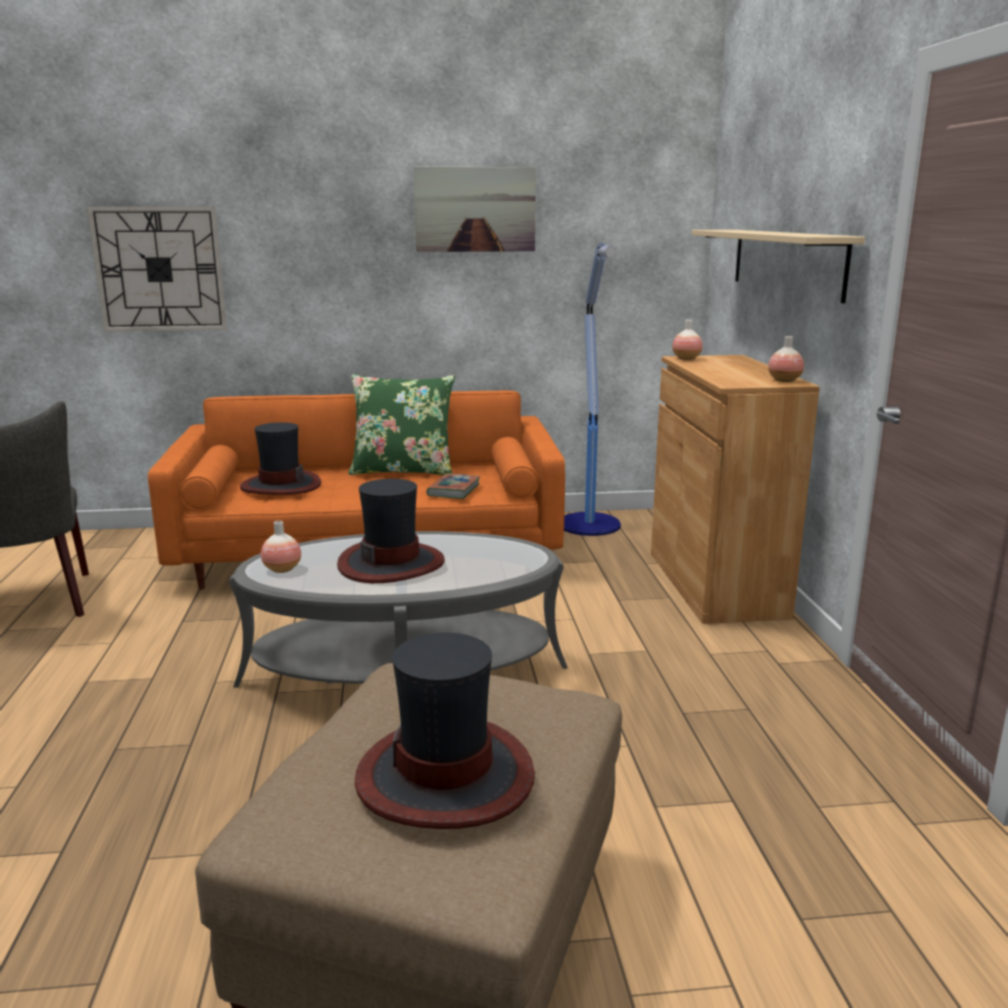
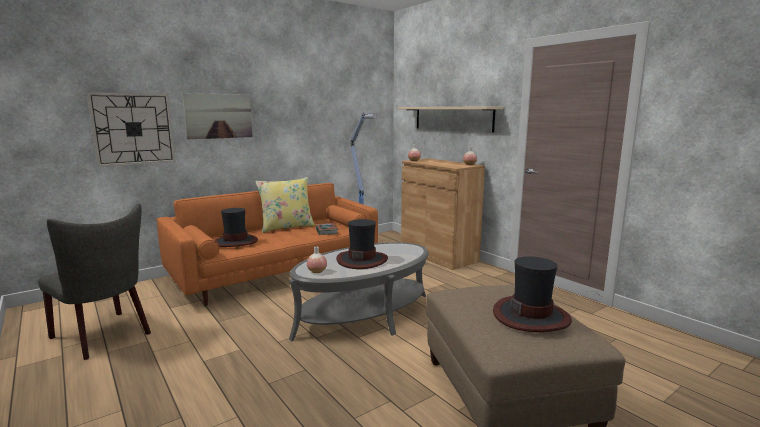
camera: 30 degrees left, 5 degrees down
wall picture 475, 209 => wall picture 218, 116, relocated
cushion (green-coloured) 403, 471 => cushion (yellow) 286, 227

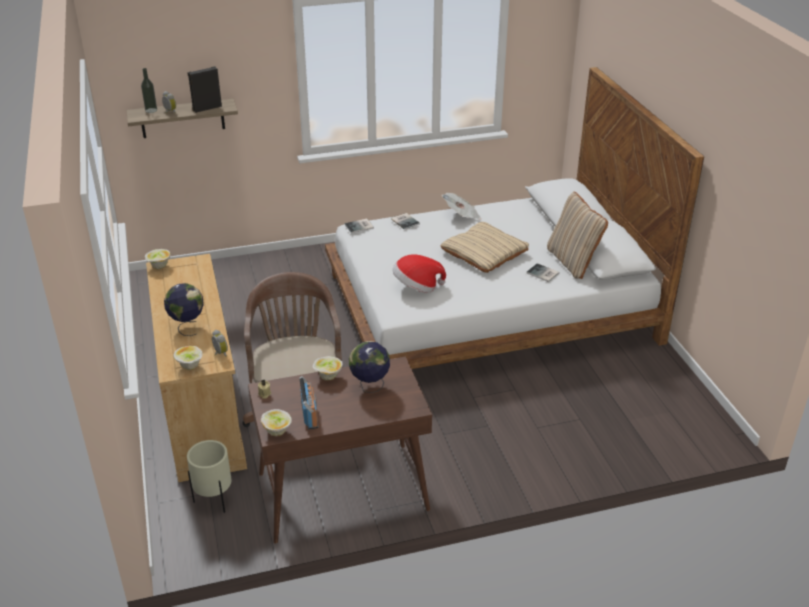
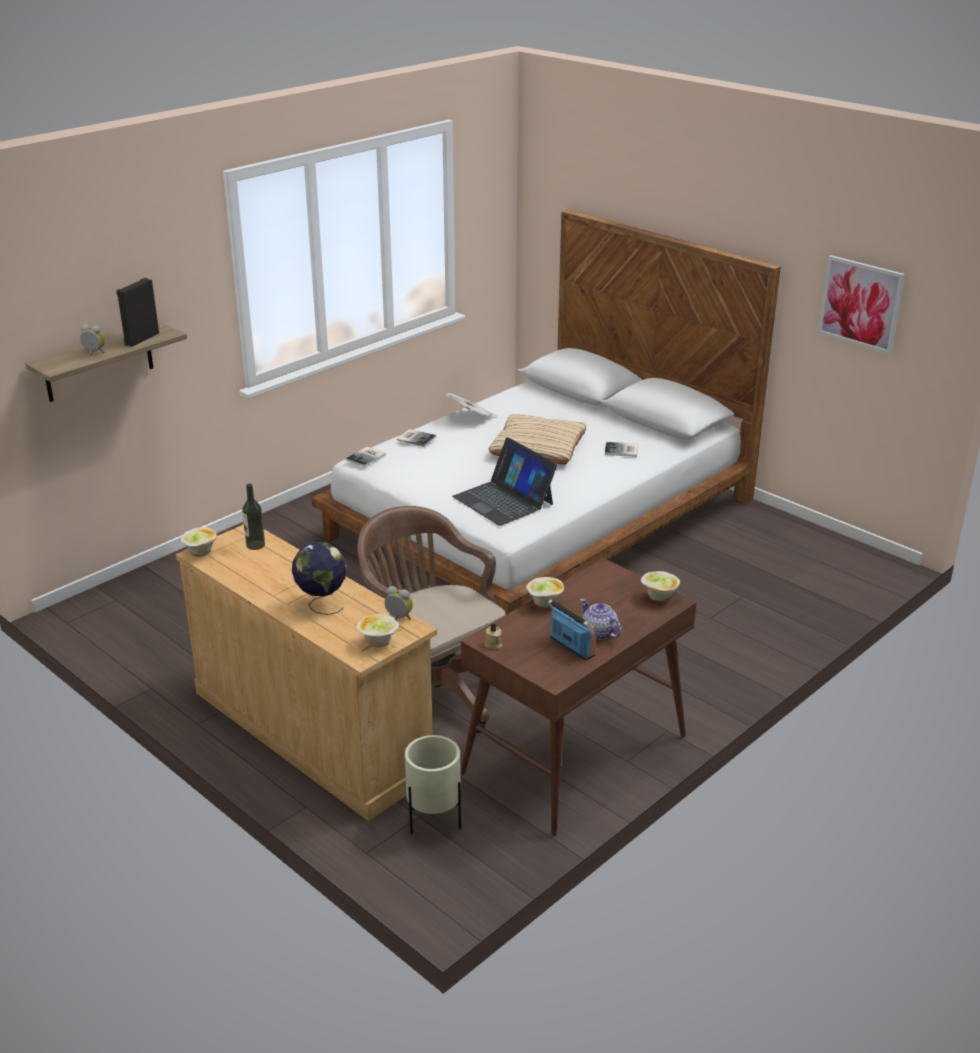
camera: 30 degrees left, 5 degrees down
drink bottle 151, 110 => drink bottle 255, 545, relocated
clothing hat 417, 287 => portable computer 503, 500
nothing => teapot 598, 633
serving bowl 277, 431 => serving bowl 658, 597, relocated
nothing => wall picture 861, 303
world globe 370, 386 => nothing
cushion (sand-coloured) 573, 262 => nothing

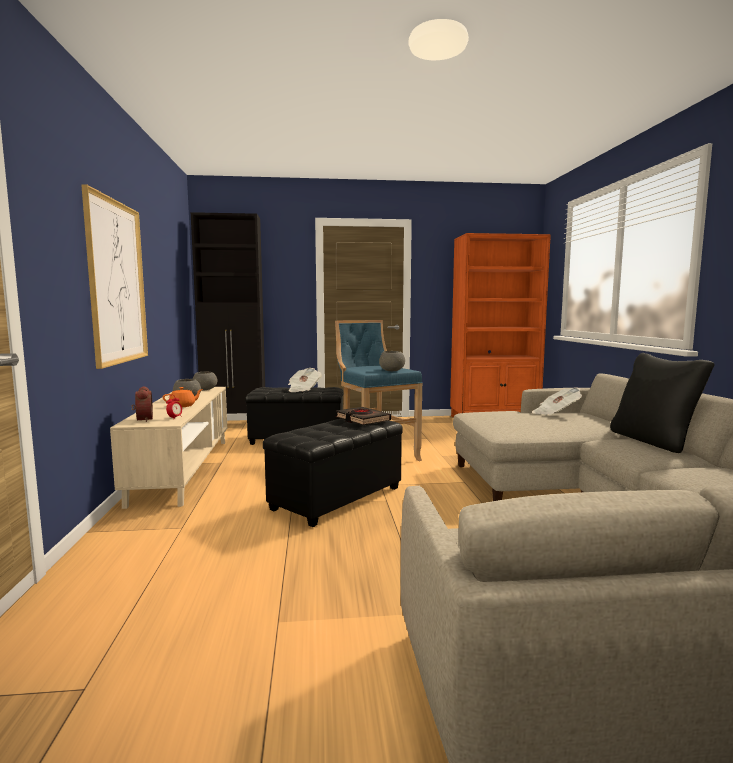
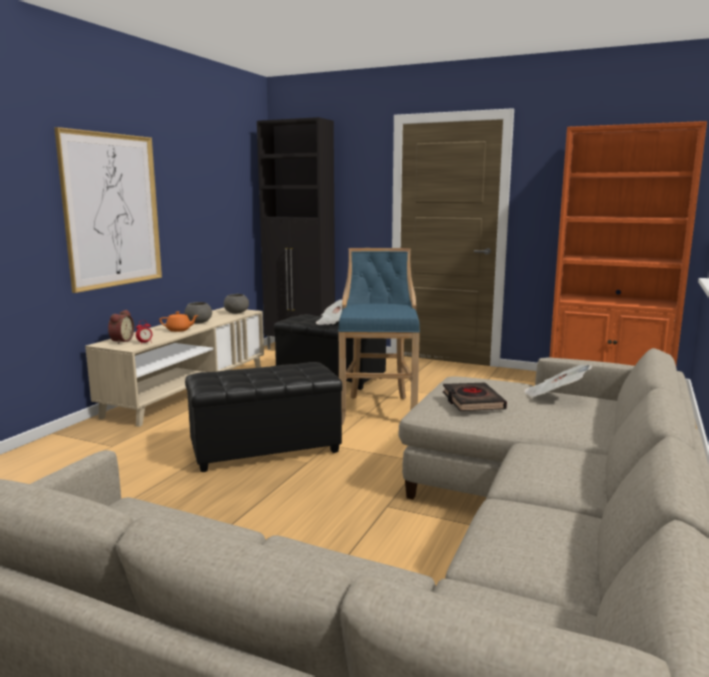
camera: 30 degrees right, 5 degrees up
bound book (blackish) 362, 419 => bound book (blackish) 472, 401, relocated
serving bowl (greyish) 391, 370 => nothing
cushion (blackish) 653, 441 => nothing

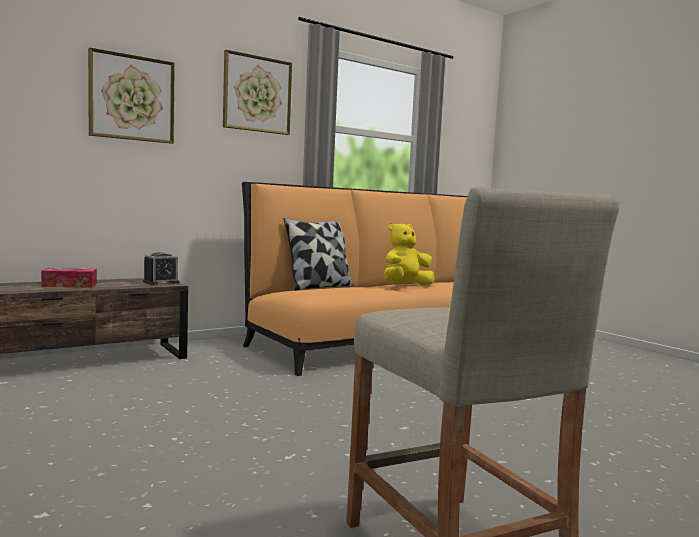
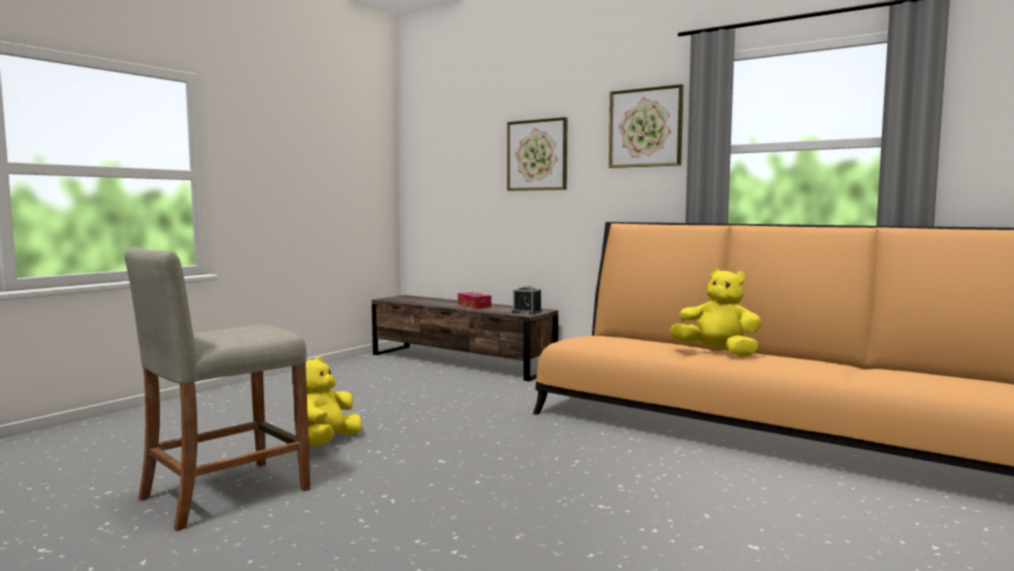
camera: 70 degrees right, 0 degrees up
nothing => soft toy (yellow) 327, 442
cushion 318, 287 => nothing

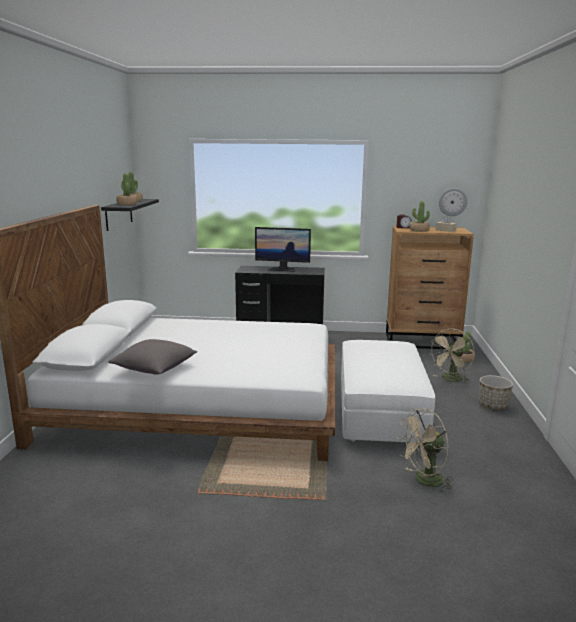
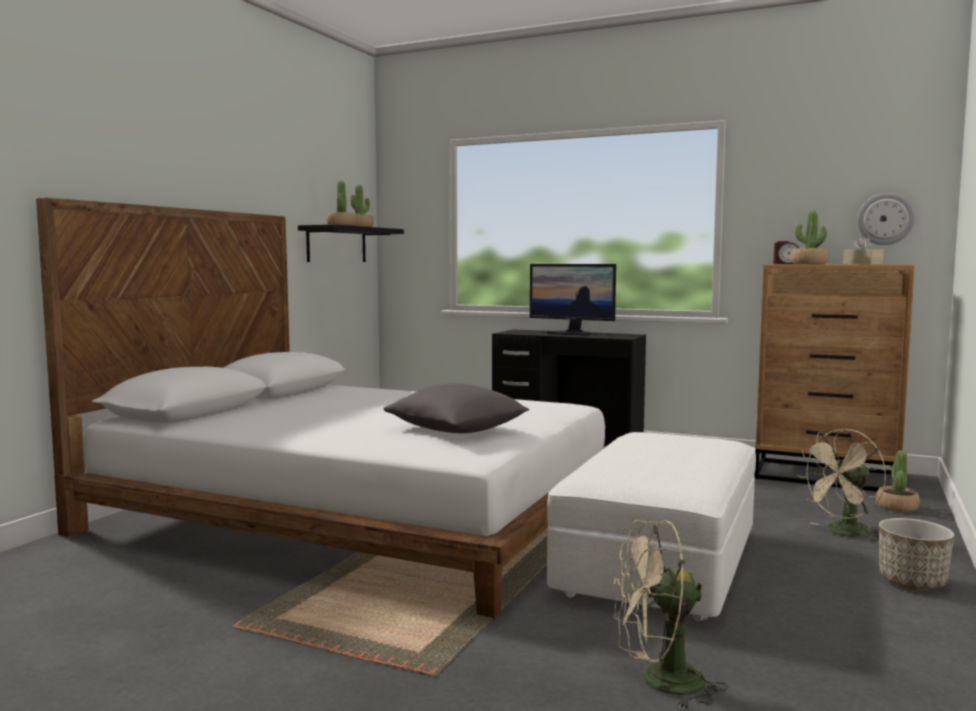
camera: 20 degrees right, 10 degrees down
cushion (greyish) 155, 369 => cushion (greyish) 457, 431, relocated

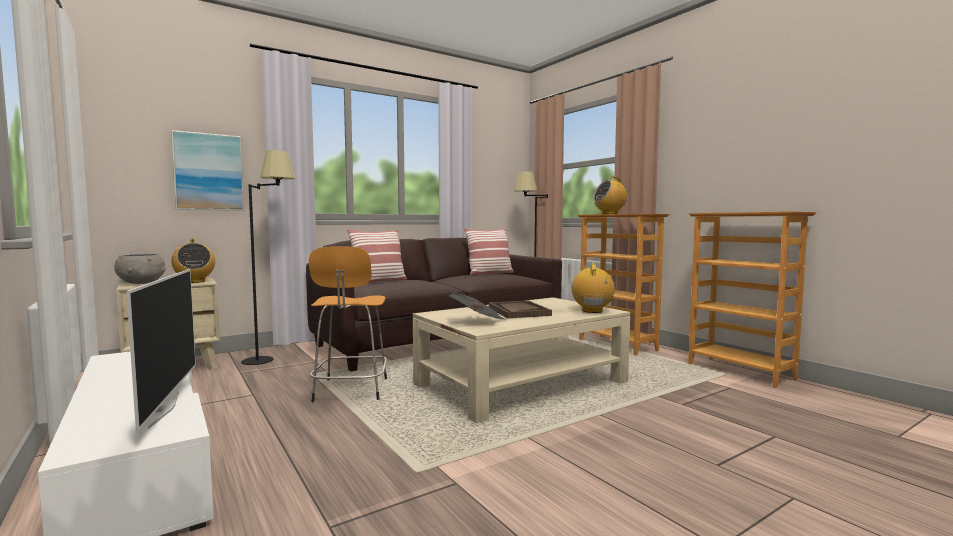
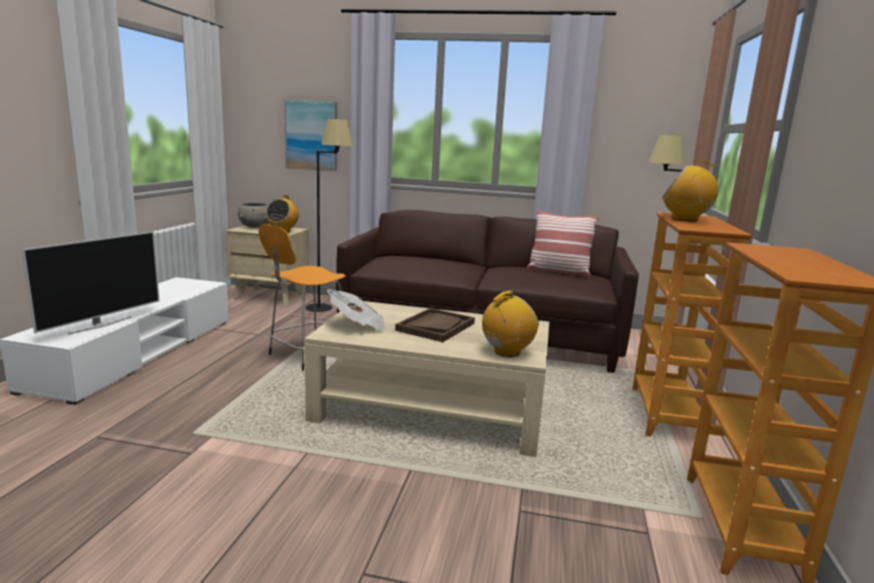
camera: 45 degrees right, 10 degrees up
cushion 378, 281 => nothing

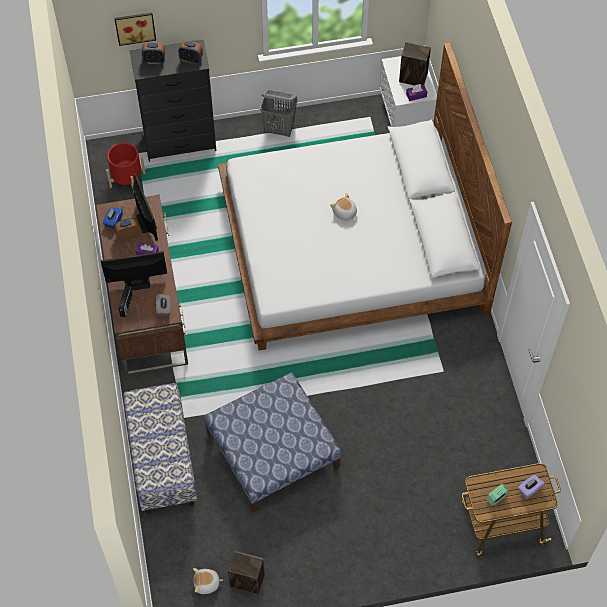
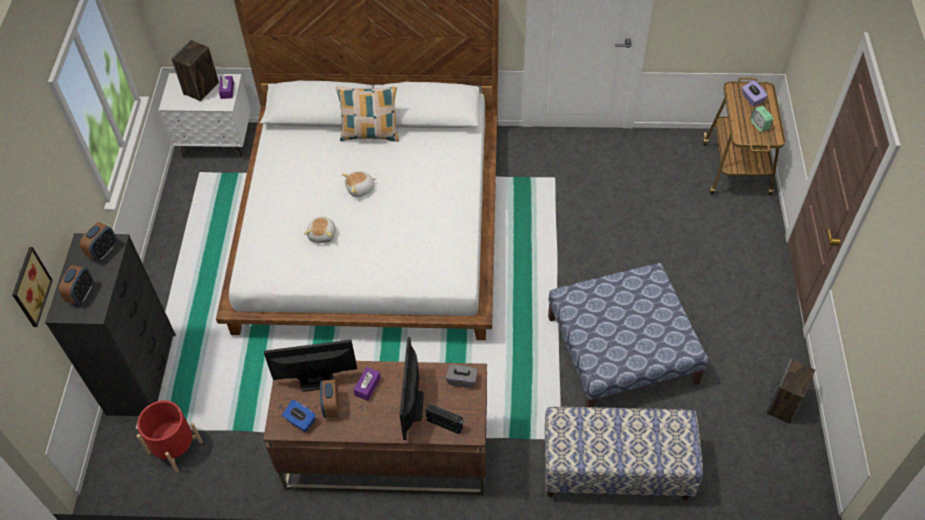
camera: 75 degrees left, 5 degrees down
soft toy 206, 584 => soft toy 323, 234, relocated
nothing => cushion 370, 134
hamper (greyish) 279, 129 => nothing

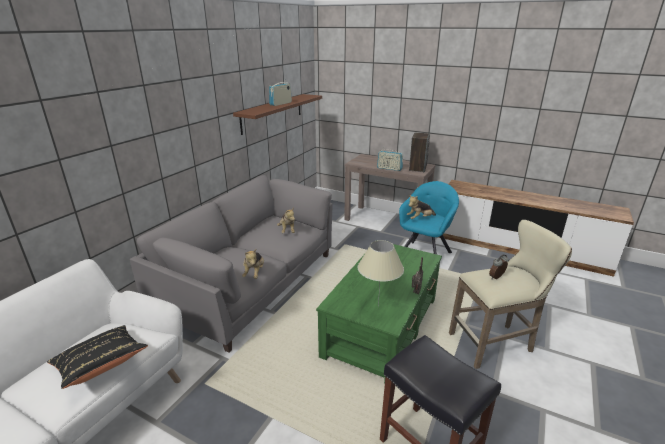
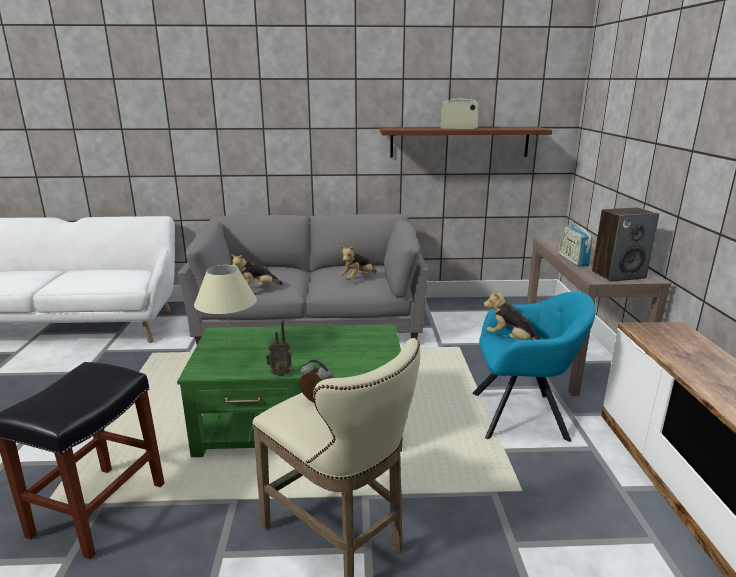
camera: 60 degrees right, 5 degrees down
cushion (blackish) 101, 365 => nothing

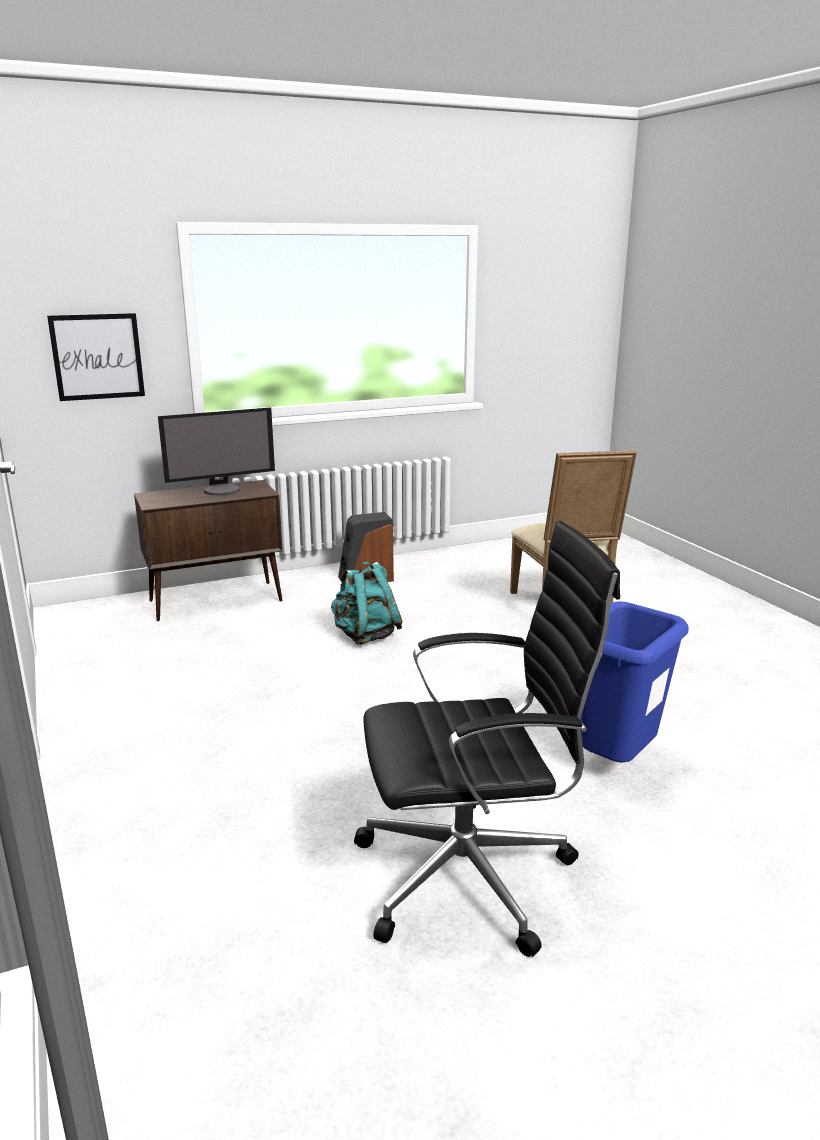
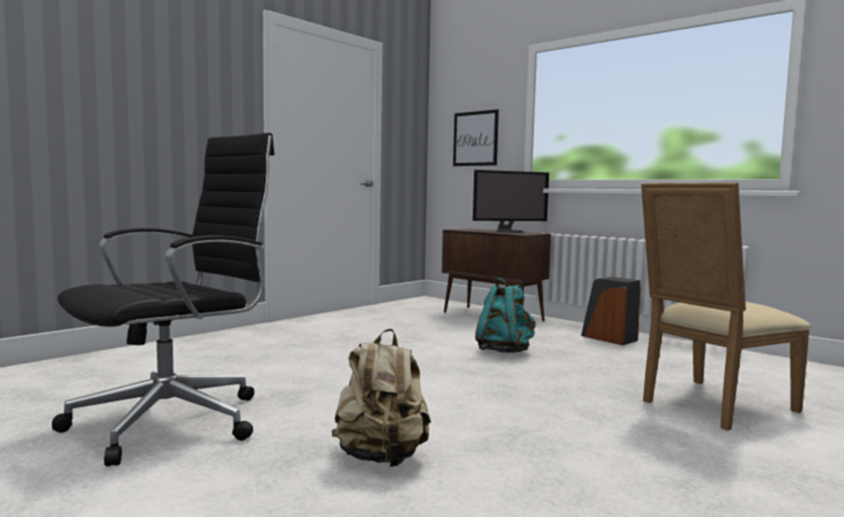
camera: 65 degrees right, 15 degrees down
desk chair (blackish) 472, 875 => desk chair (blackish) 175, 421, 105 degrees counterclockwise
waste bin (blue-coloured) 615, 764 => backpack (sand-coloured) 381, 458
computer display 222, 490 => computer display 509, 231, 60 degrees counterclockwise

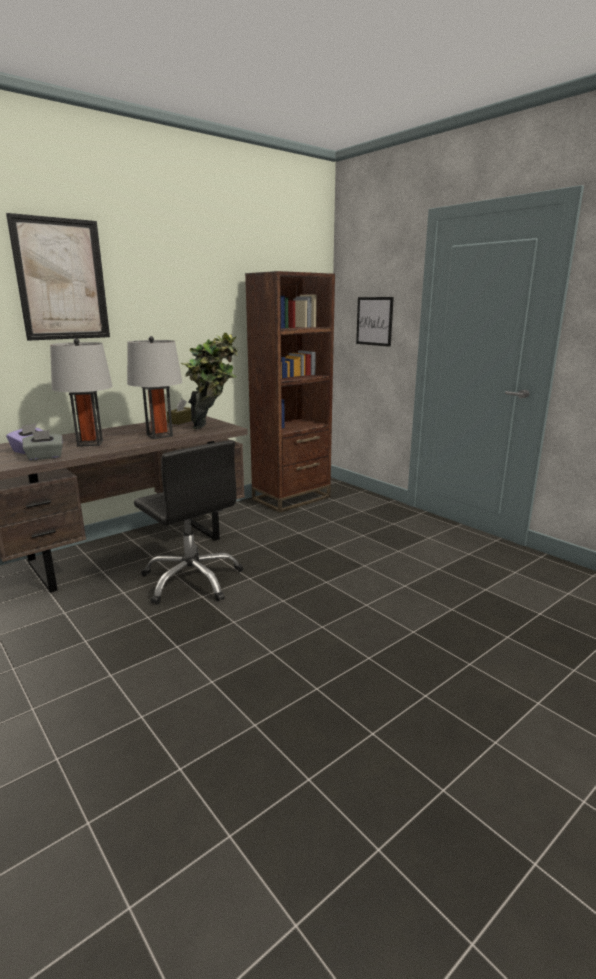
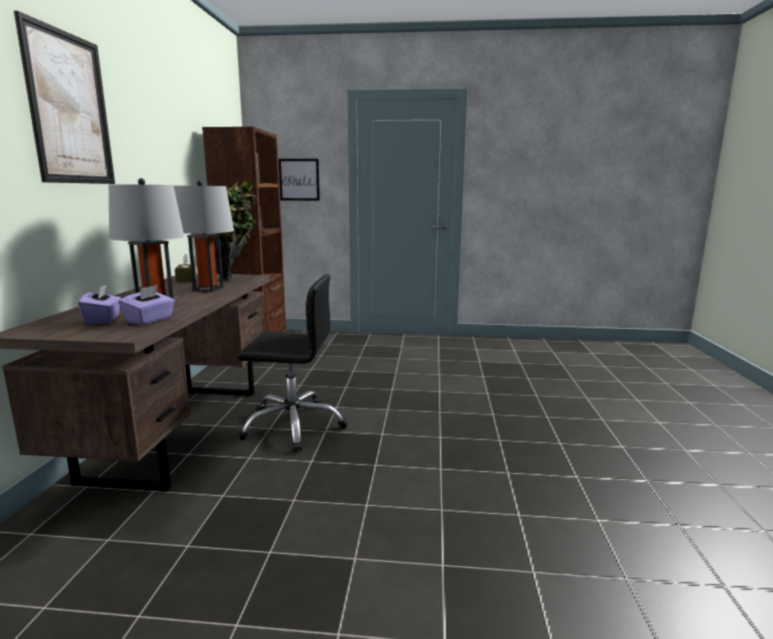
camera: 45 degrees left, 5 degrees down
box of tissues (greyish) 45, 457 => box of tissues (purplish) 150, 320

